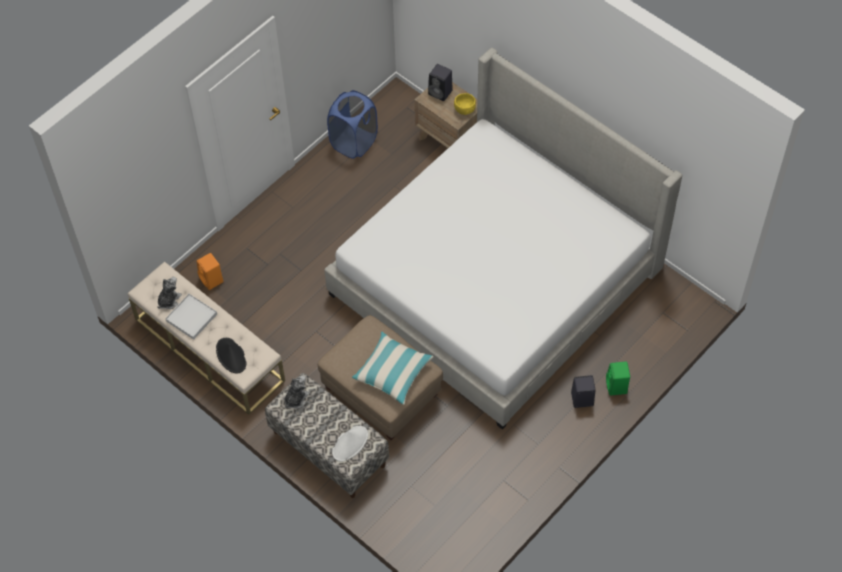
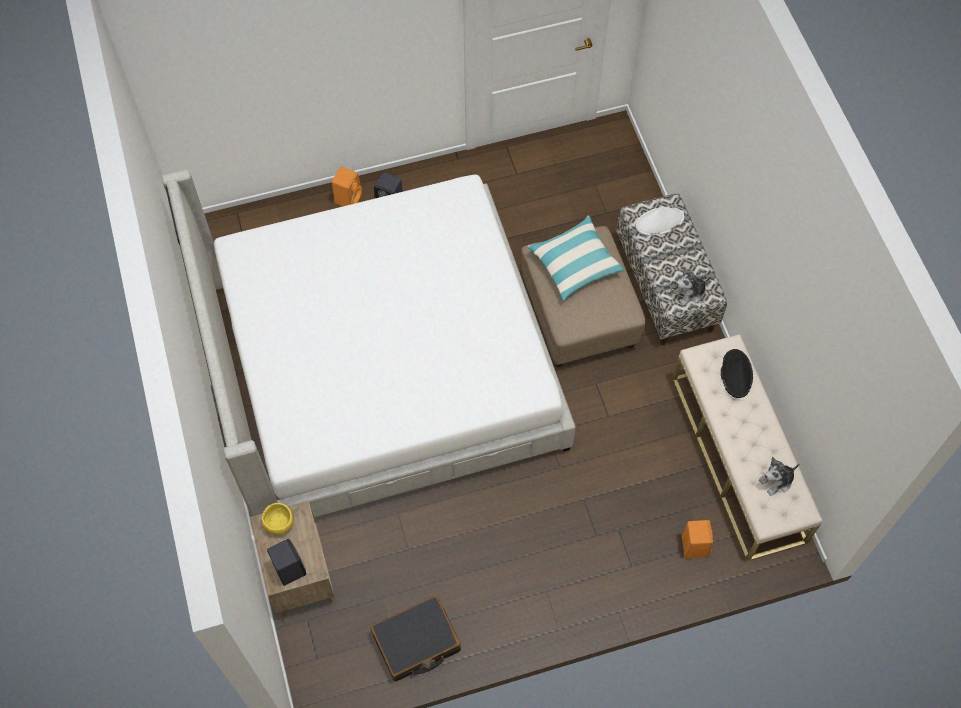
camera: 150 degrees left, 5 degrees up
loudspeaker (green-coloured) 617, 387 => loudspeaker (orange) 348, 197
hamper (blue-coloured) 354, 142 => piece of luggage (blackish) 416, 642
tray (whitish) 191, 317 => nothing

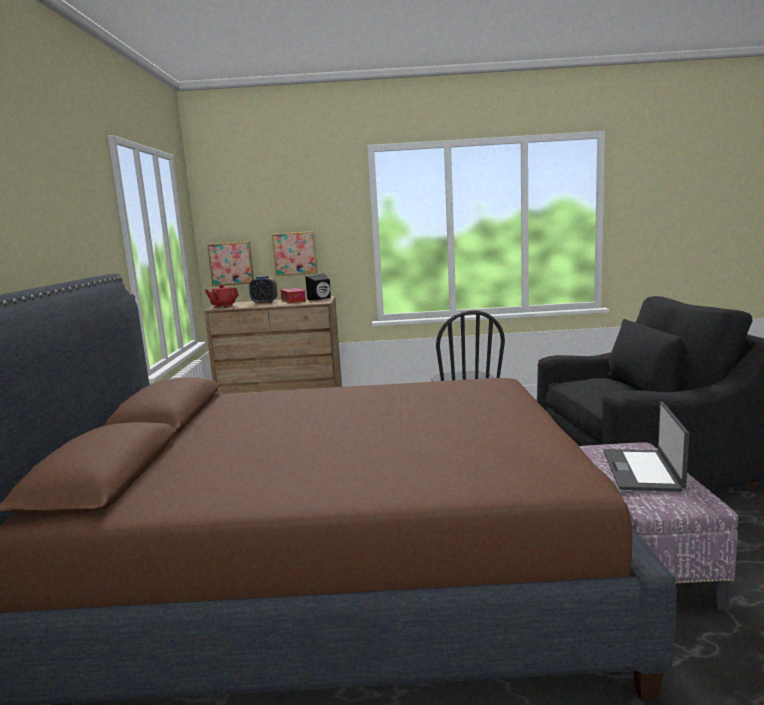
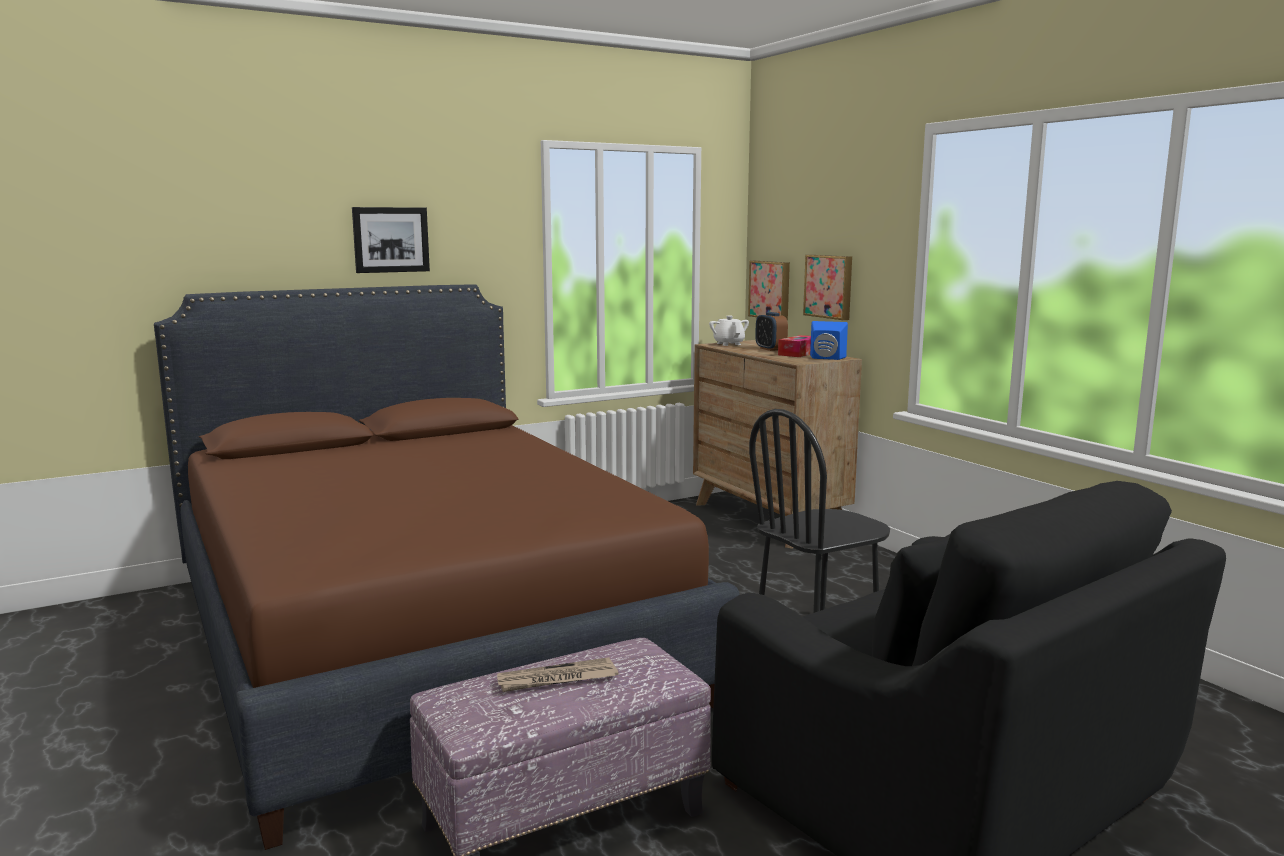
camera: 60 degrees right, 0 degrees up
nothing => wall picture 390, 239
portable computer 643, 470 => daily paper 556, 679
teapot (red) 223, 306 => teapot (whitish) 728, 344
loudspeaker (blackish) 321, 299 => loudspeaker (blue-coloured) 826, 358

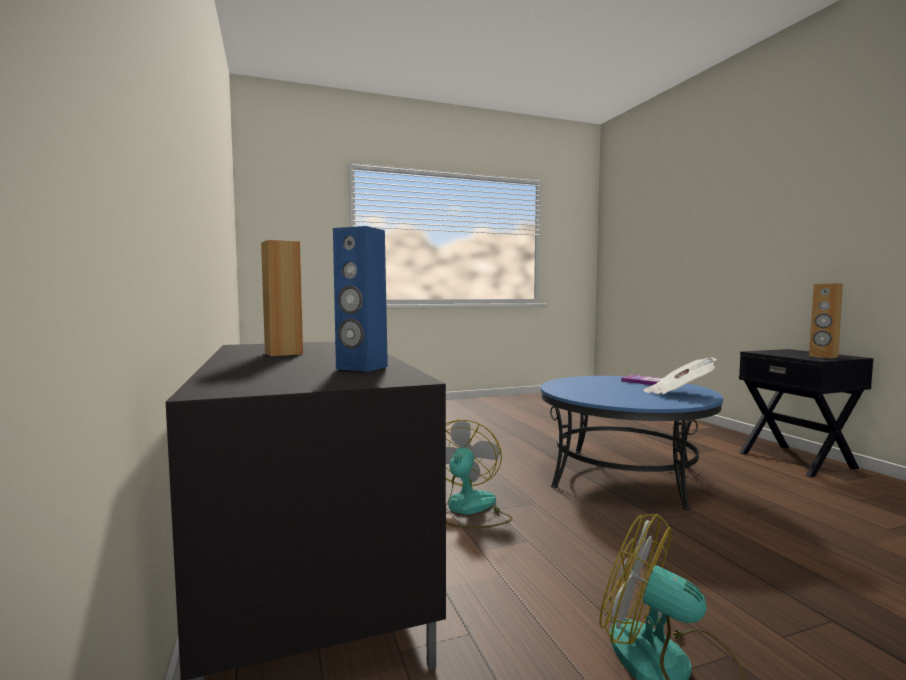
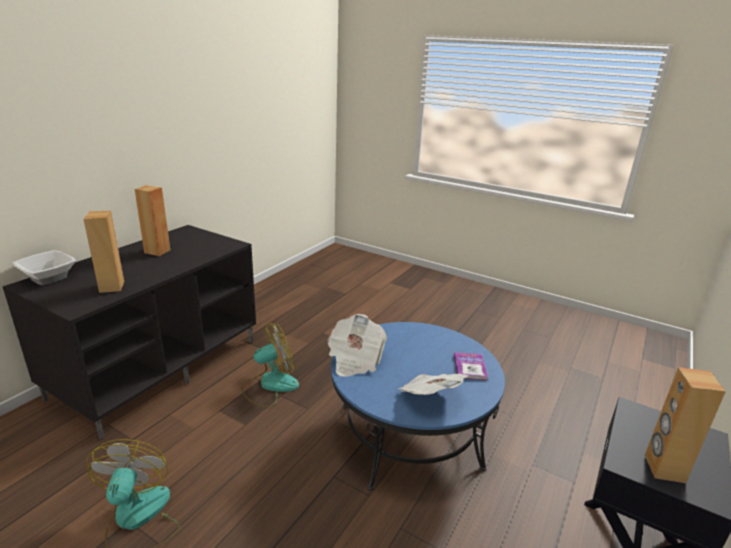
camera: 50 degrees right, 20 degrees up
nothing => serving bowl 49, 278
loudspeaker (blue-coloured) 361, 368 => loudspeaker (brownish) 111, 287
nothing => daily paper 355, 359

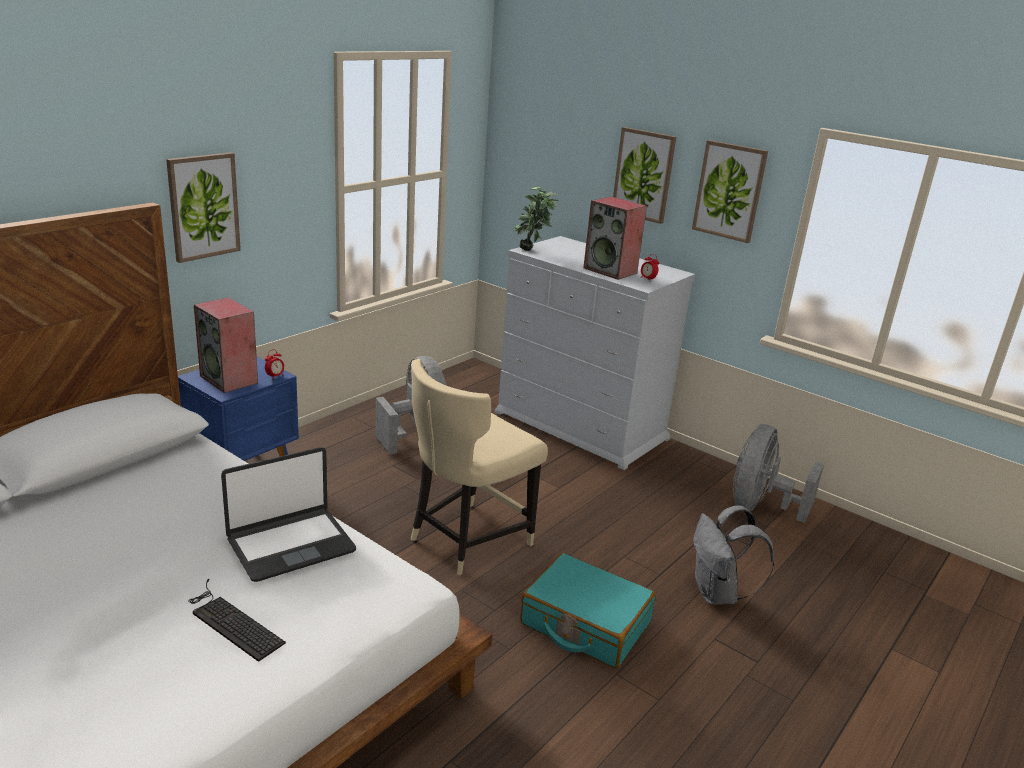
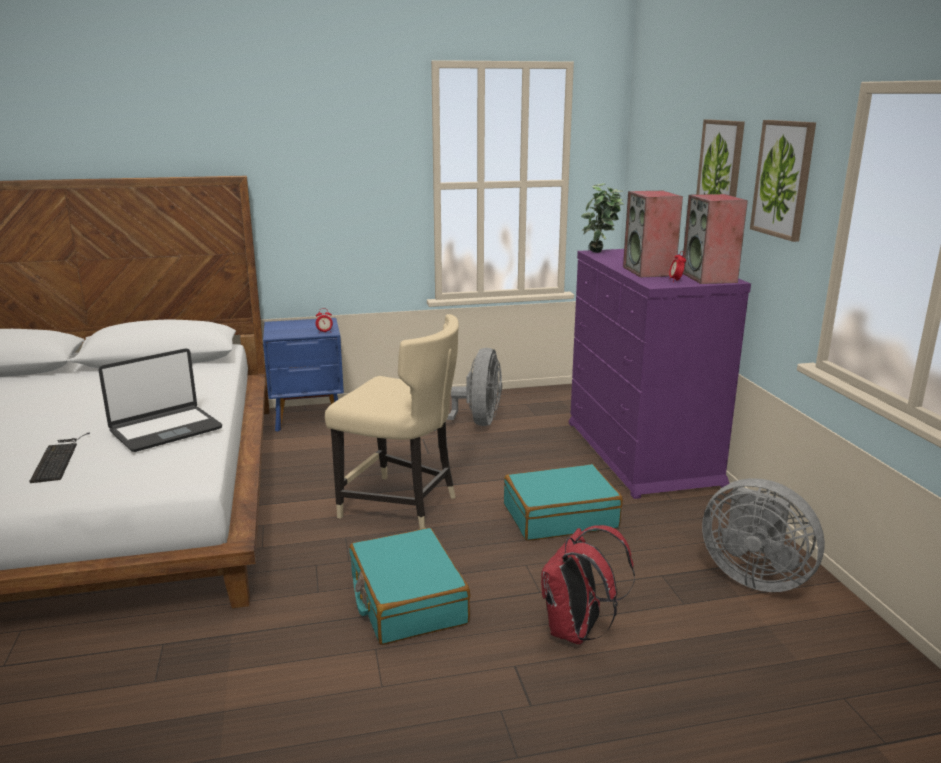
camera: 40 degrees right, 5 degrees down
portable computer 290, 545 => portable computer 165, 430, 45 degrees counterclockwise
chair (sand-coloured) 466, 540 => chair (sand-coloured) 401, 506, 150 degrees counterclockwise
nothing => piece of luggage (turquoise) 560, 516
backpack (greyish) 718, 594 => backpack (red) 577, 631
dresser (whitish) 581, 426 => dresser (purplish) 642, 453
loudspeaker 230, 379 => loudspeaker 710, 278, relocated
fan (greyish) 760, 507 => fan (greyish) 754, 576, 120 degrees counterclockwise
wall picture 203, 206 => nothing

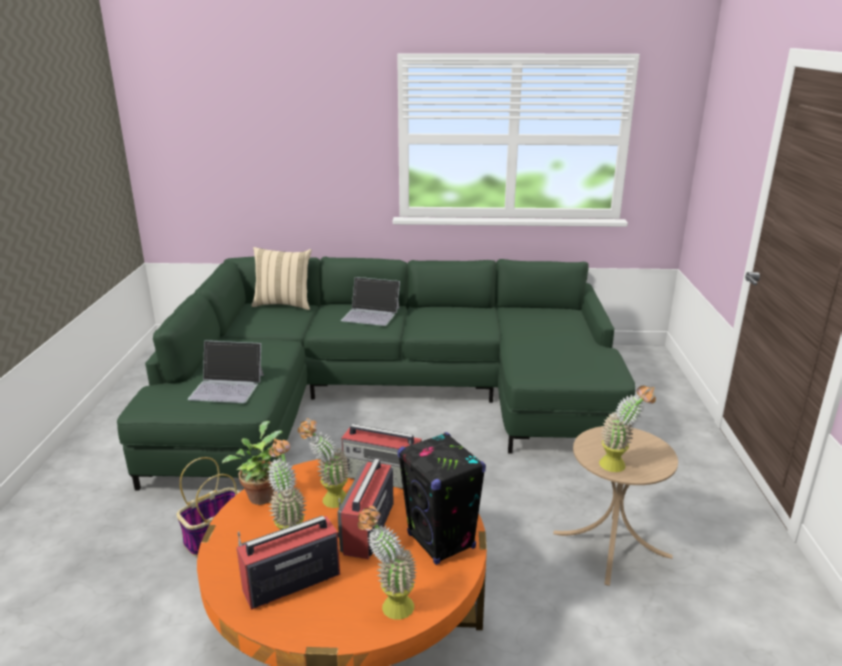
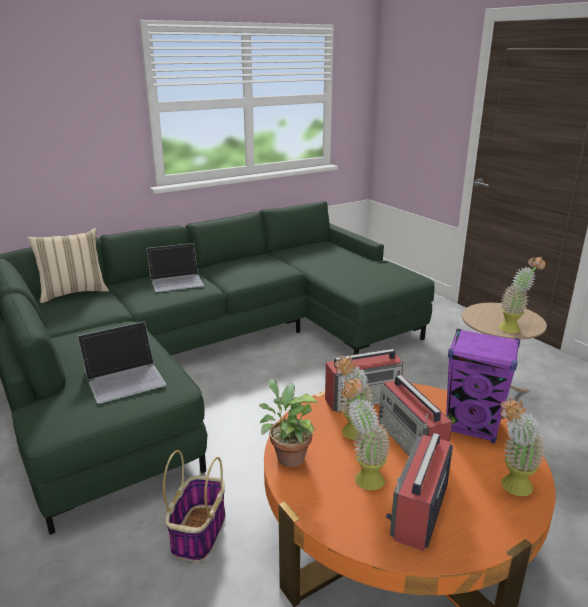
camera: 35 degrees left, 0 degrees up
loudspeaker (blackish) 441, 541 => loudspeaker (purplish) 472, 426

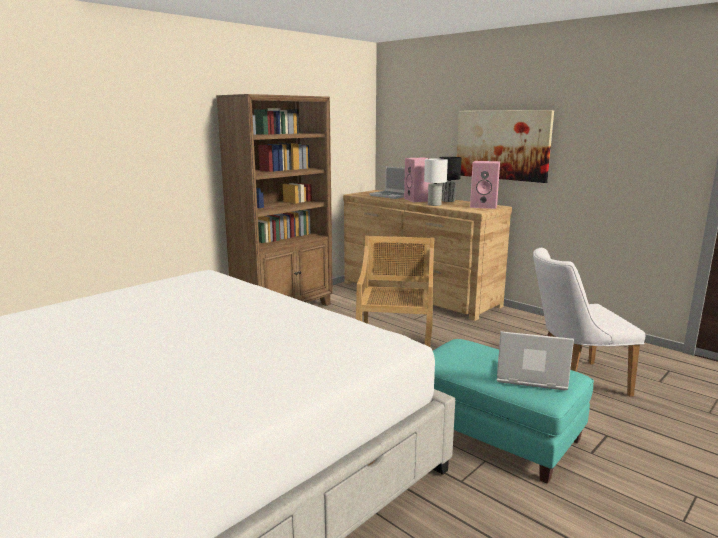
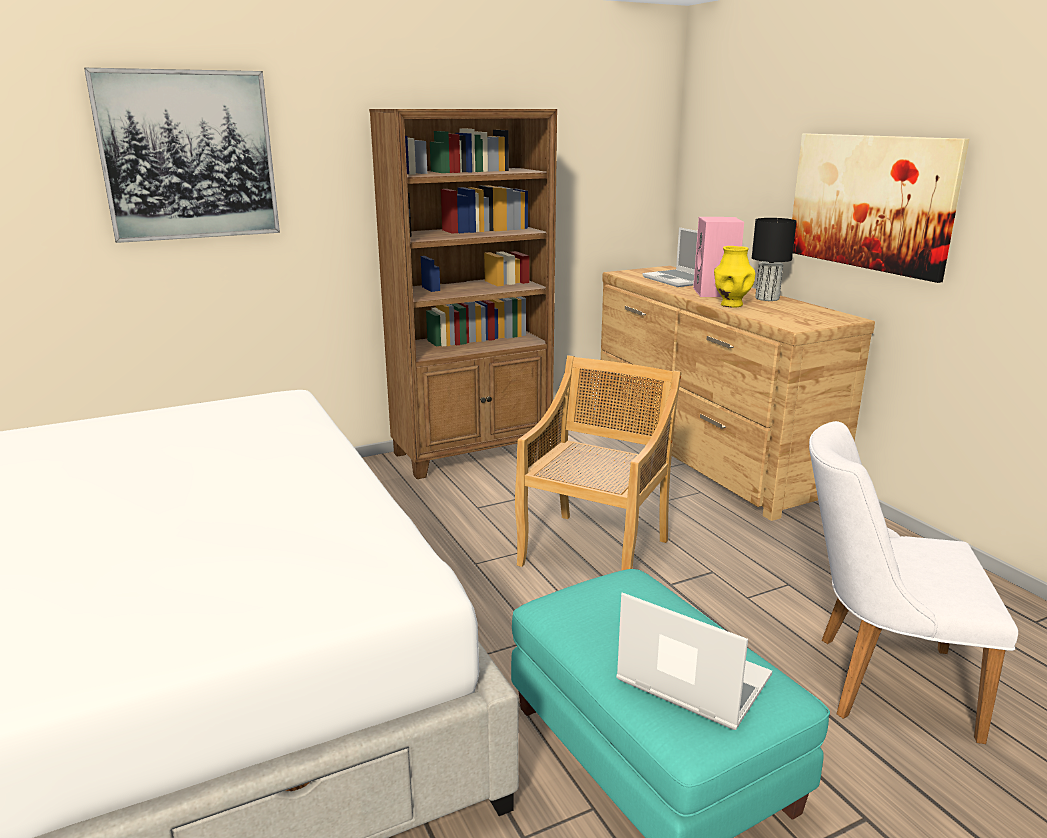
camera: 20 degrees right, 5 degrees up
nothing => wall picture 188, 156
lamp for a table (whitish) 434, 204 => vase (yellow) 731, 305
loudspeaker (pink) 484, 206 => nothing

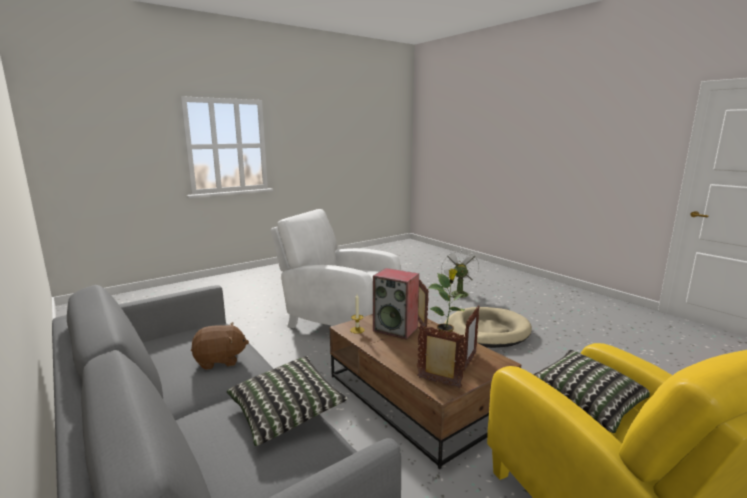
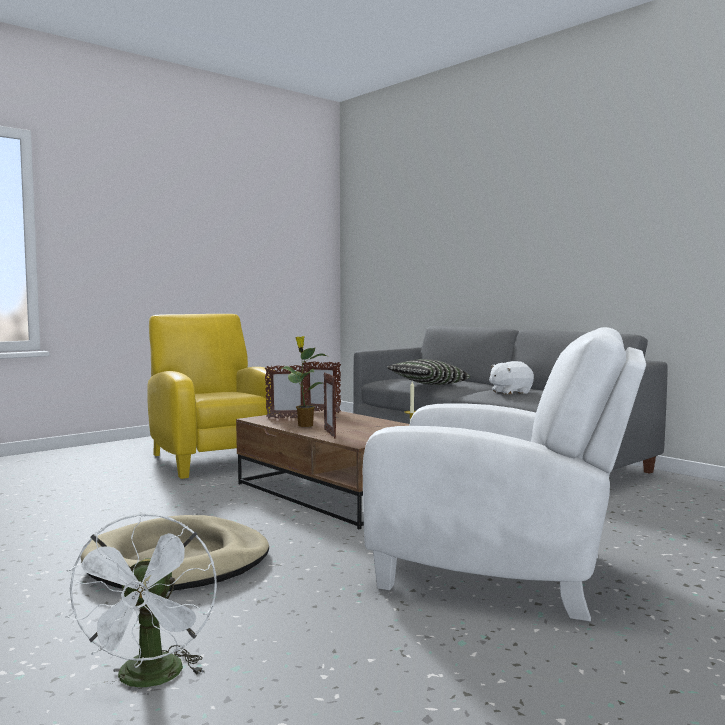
camera: 175 degrees right, 10 degrees down
standing frame 469, 362 => standing frame 287, 418, 120 degrees counterclockwise
soft toy (brownish) 220, 360 => soft toy (whitish) 510, 392
loudspeaker 396, 329 => nothing
cushion 586, 402 => nothing

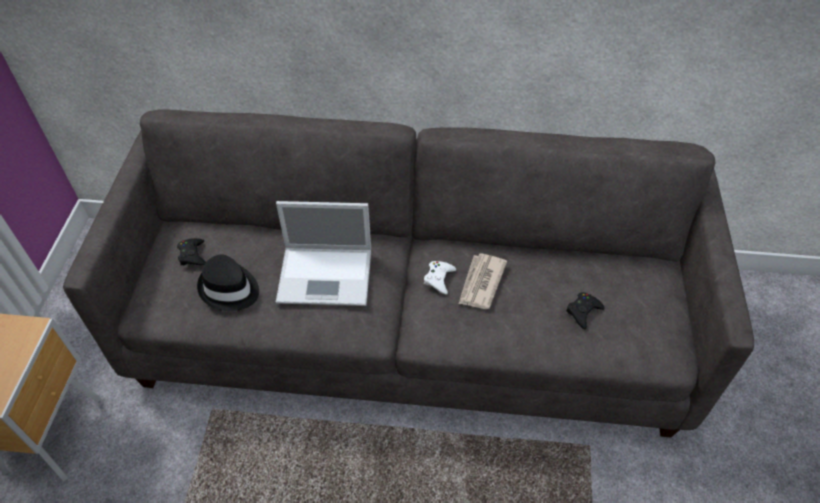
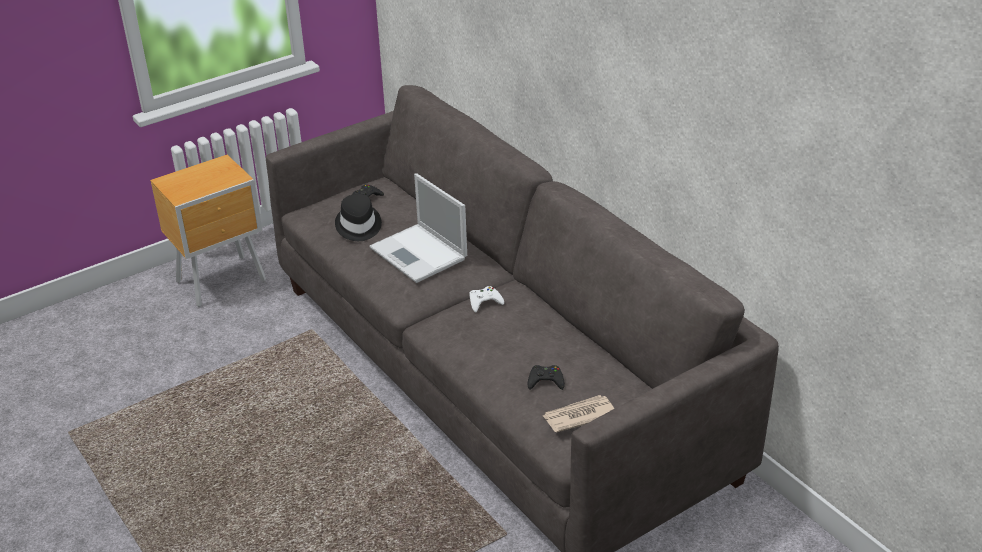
camera: 50 degrees right, 15 degrees down
daily paper 481, 283 => daily paper 578, 416, relocated

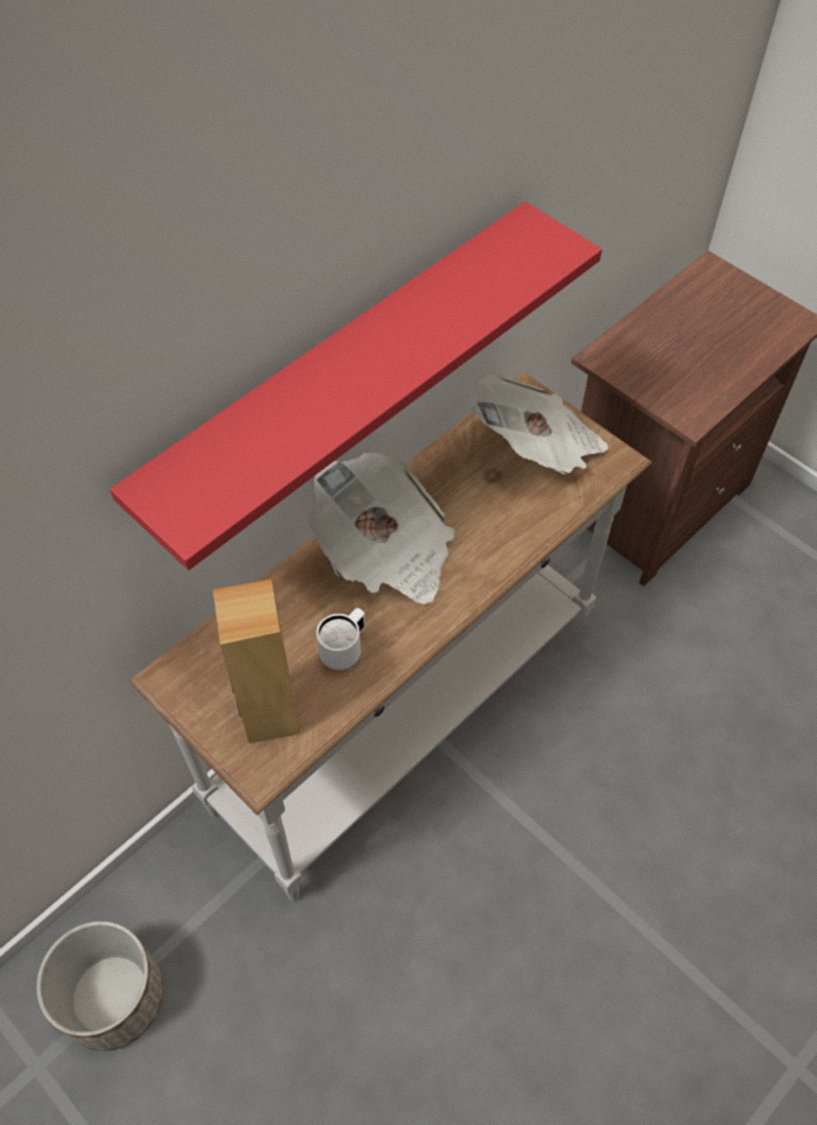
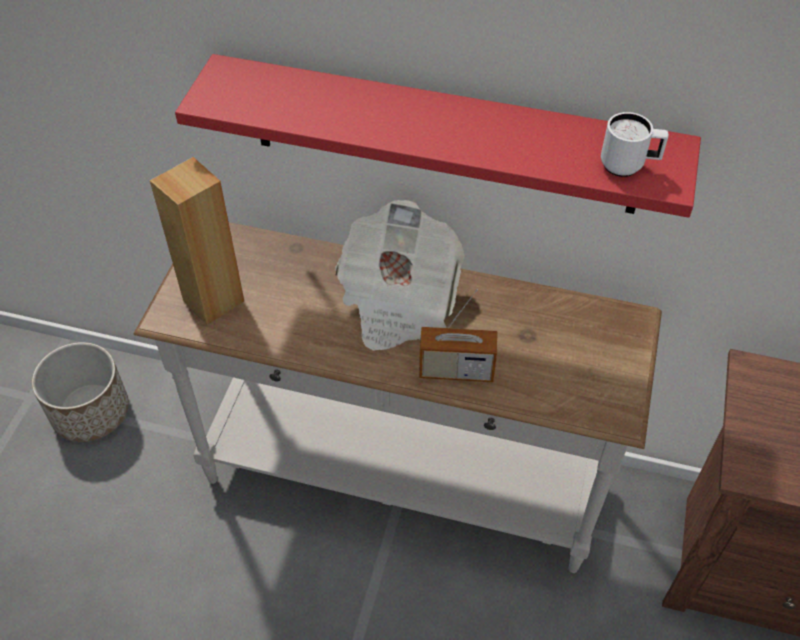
camera: 60 degrees right, 5 degrees down
nothing => radio 456, 370
coffee mug (whitish) 345, 650 => coffee mug (whitish) 628, 166, relocated
daily paper 537, 448 => nothing

